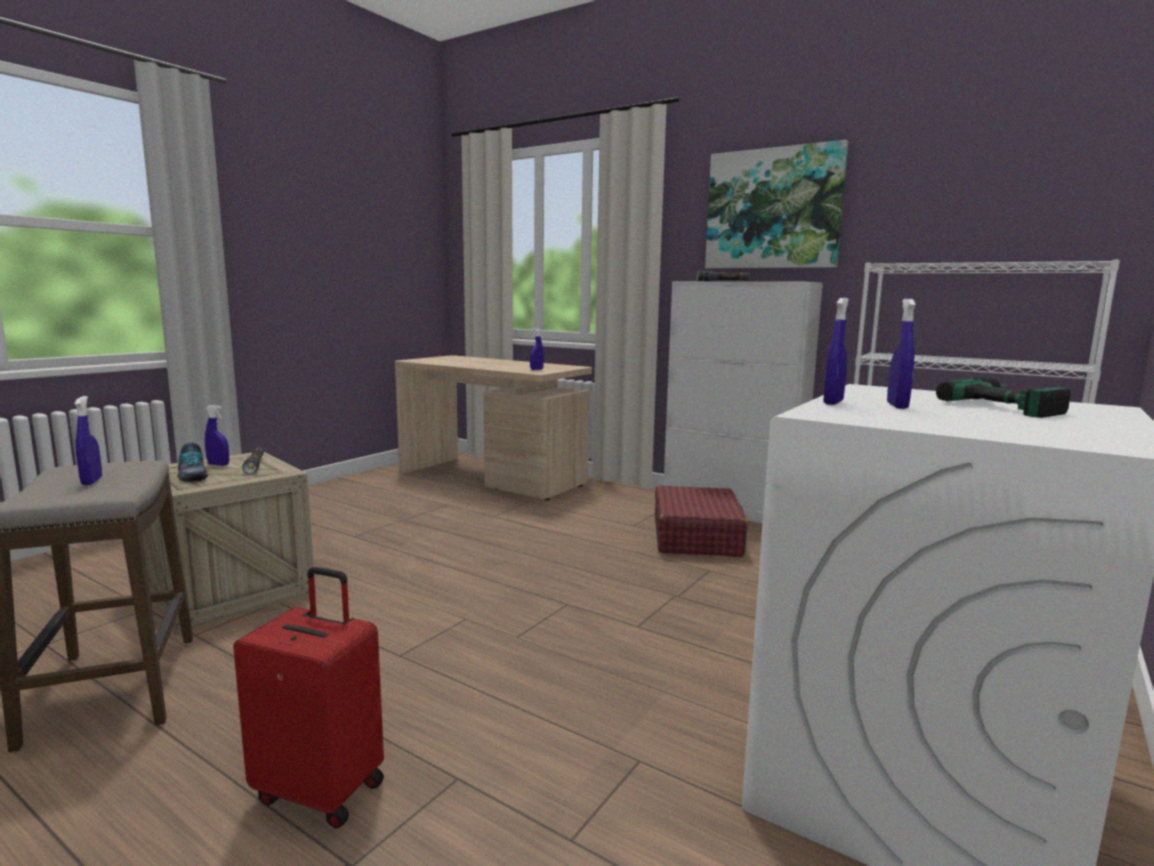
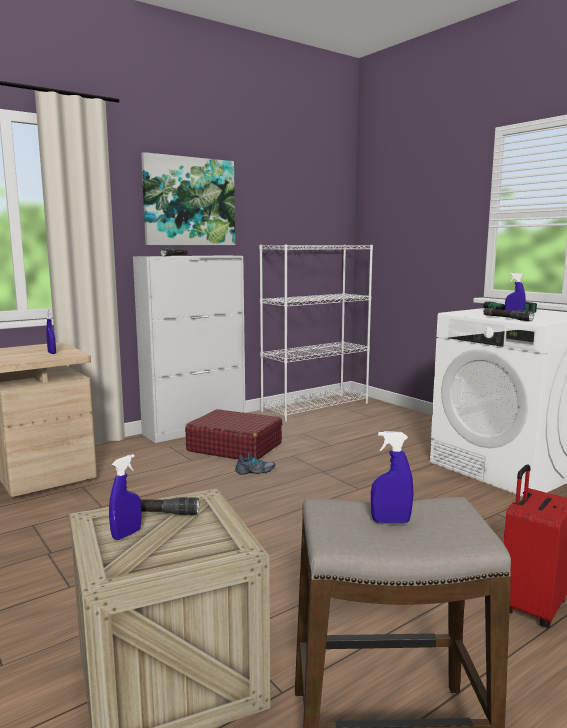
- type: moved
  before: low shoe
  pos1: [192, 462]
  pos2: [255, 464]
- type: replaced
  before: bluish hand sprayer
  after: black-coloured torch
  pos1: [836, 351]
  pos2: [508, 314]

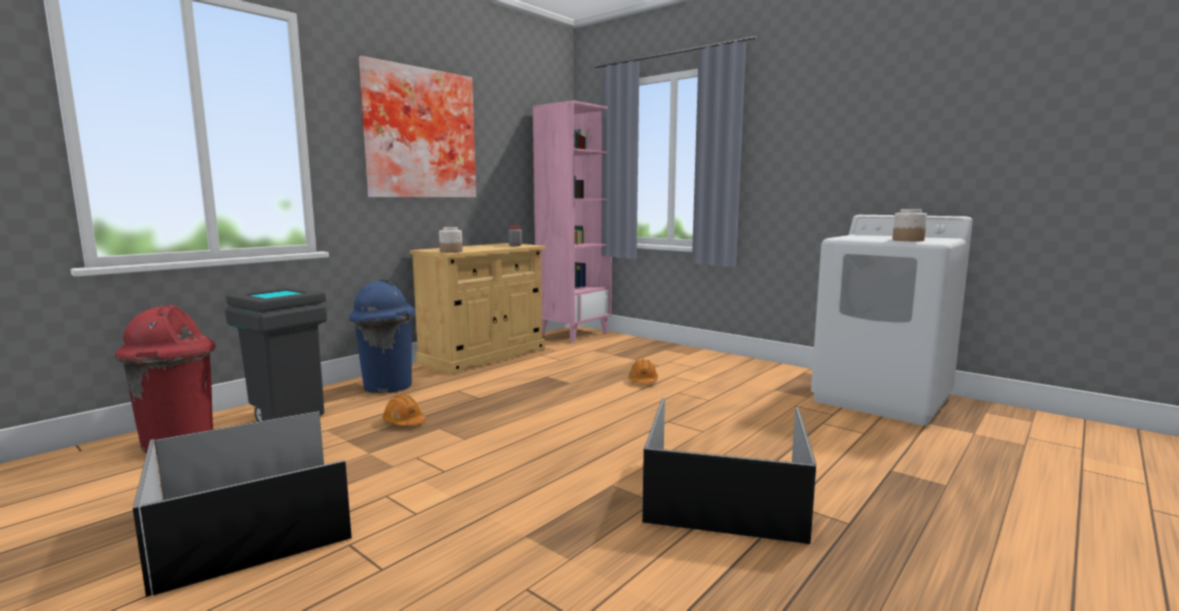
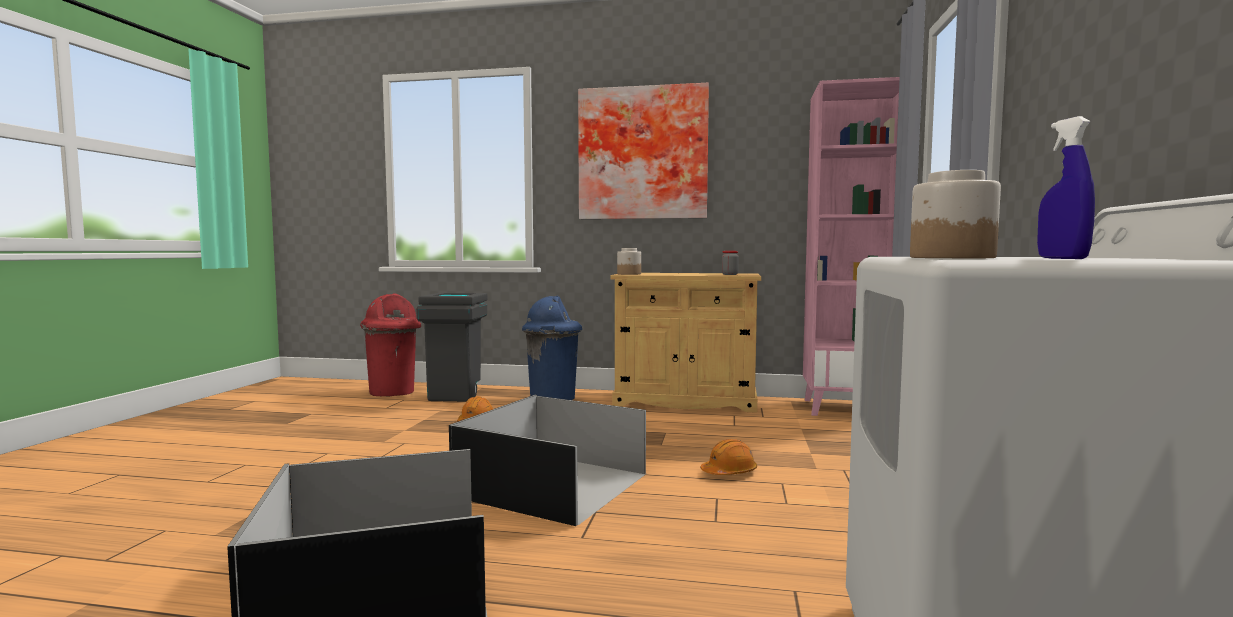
- type: moved
  before: black-coloured storage container
  pos1: [243, 504]
  pos2: [548, 460]
- type: added
  after: bluish hand sprayer
  pos2: [1066, 187]

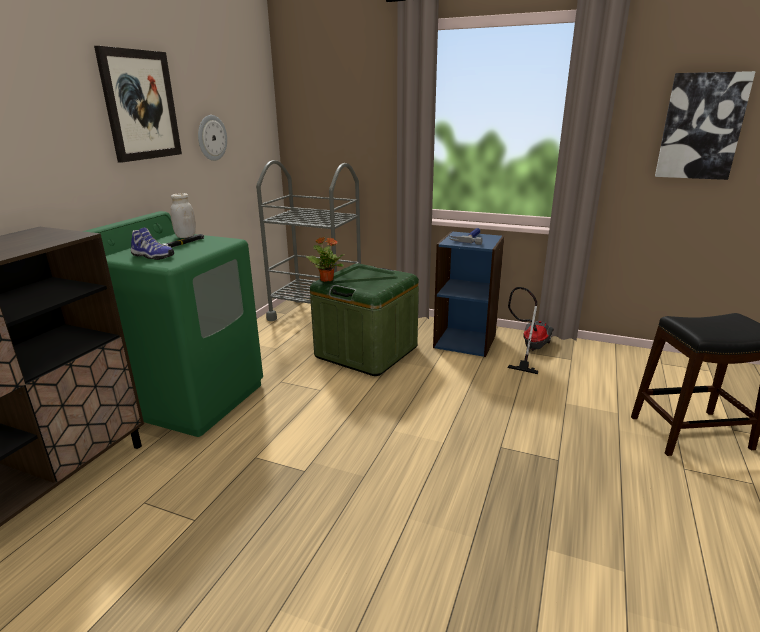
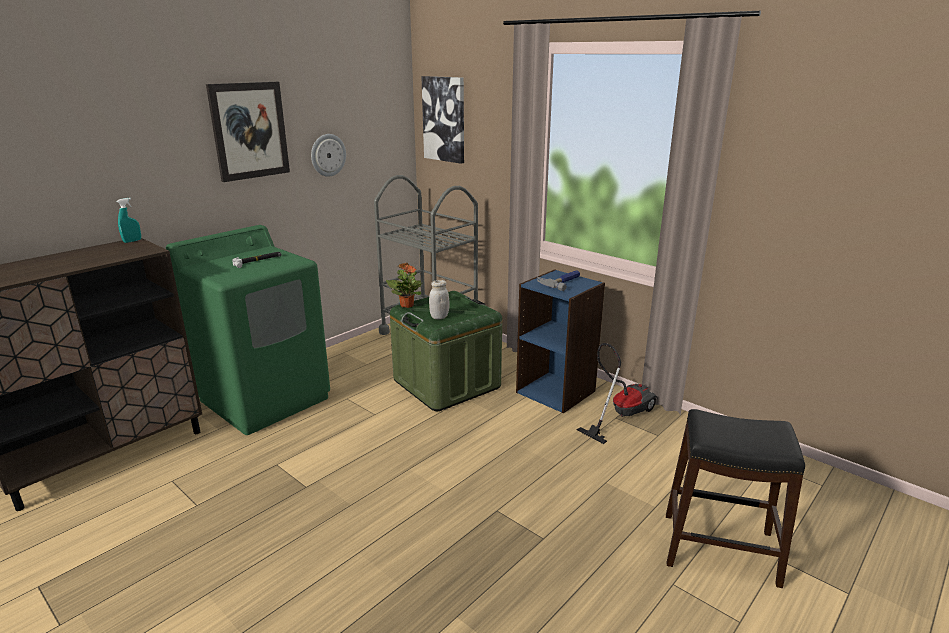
- type: added
  after: blue-green hand sprayer
  pos2: [129, 220]
- type: moved
  before: picture
  pos1: [705, 125]
  pos2: [442, 120]
- type: moved
  before: white preserve jar
  pos1: [183, 215]
  pos2: [439, 299]
- type: removed
  before: low shoe
  pos1: [152, 243]

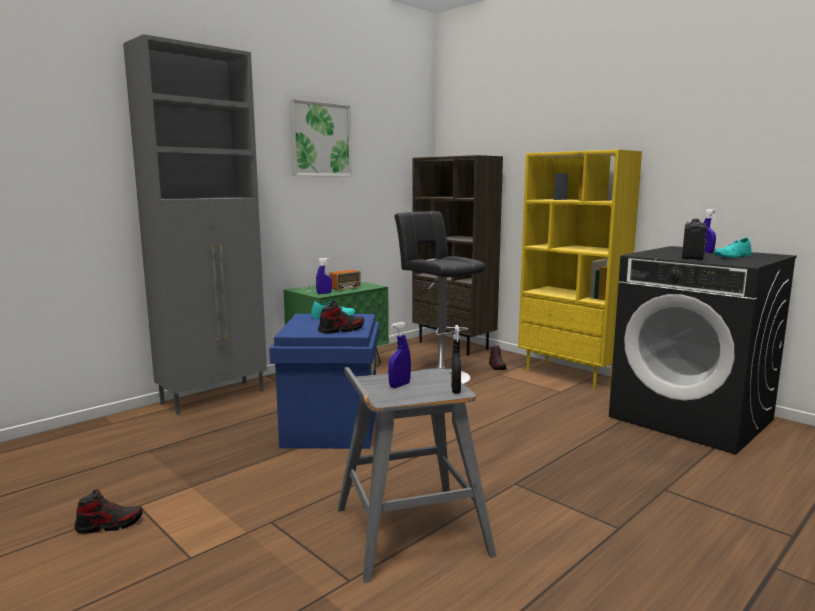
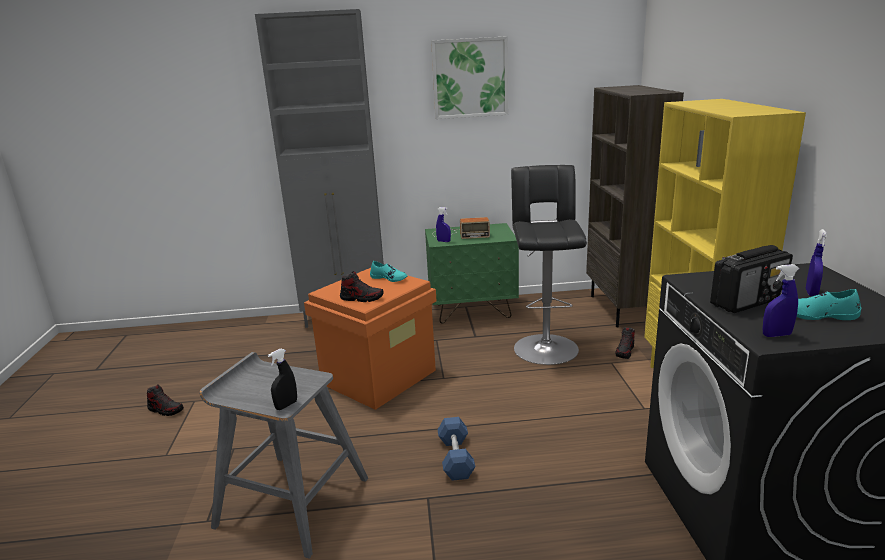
- type: recoloured
  before: bluish storage container
  after: orange-coloured storage container
  pos1: [324, 381]
  pos2: [370, 339]
- type: added
  after: bluish hand weight
  pos2: [456, 449]
- type: moved
  before: bluish hand sprayer
  pos1: [399, 355]
  pos2: [781, 300]

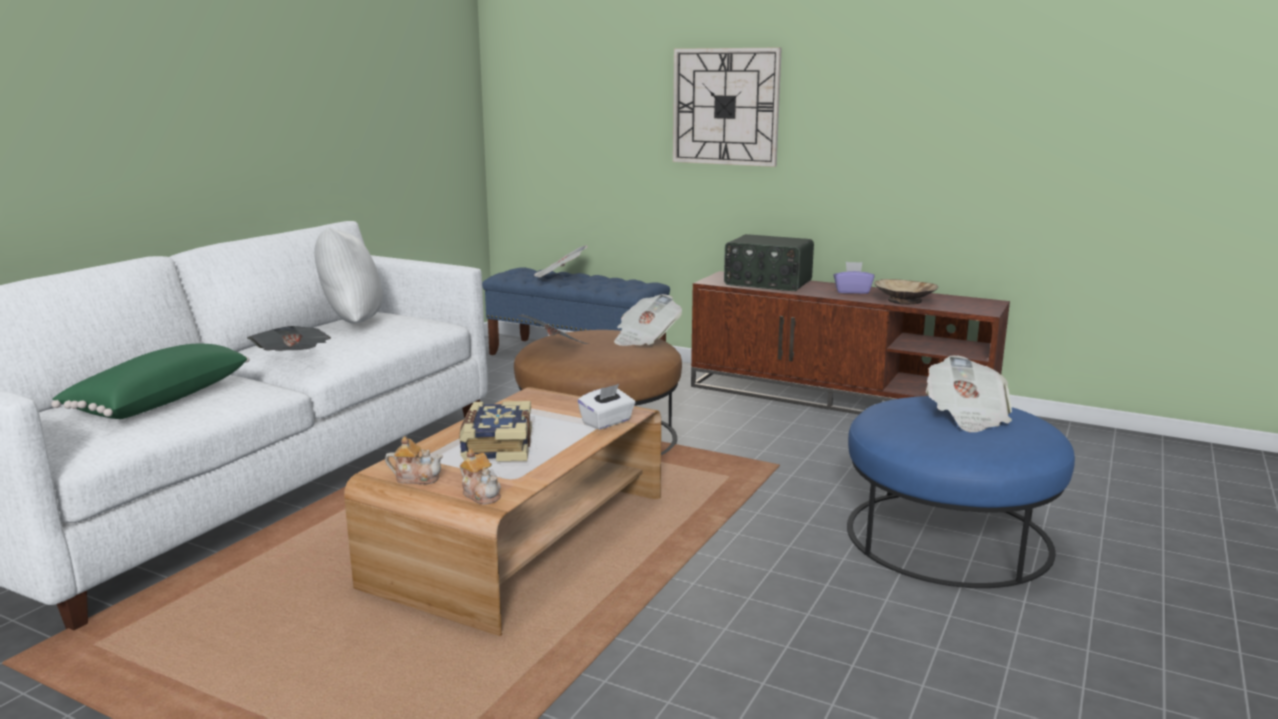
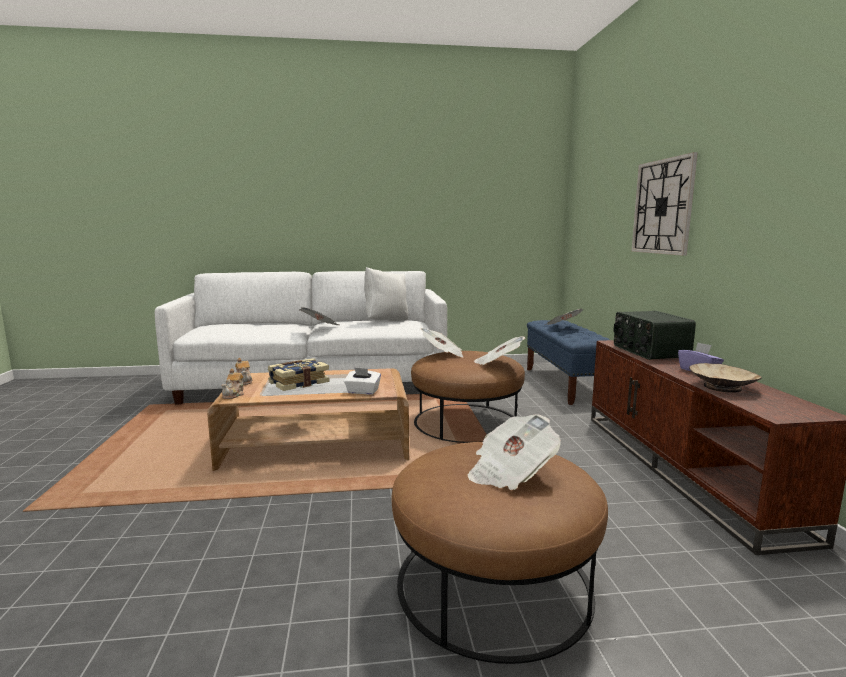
- type: recoloured
  before: bluish footrest
  after: brown-coloured footrest
  pos1: [961, 492]
  pos2: [500, 553]
- type: removed
  before: greenish throw pillow
  pos1: [150, 381]

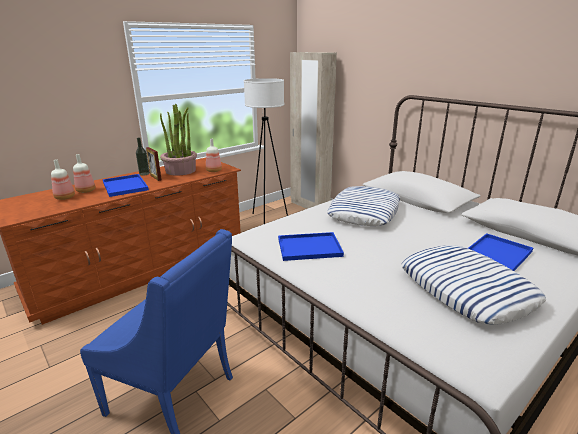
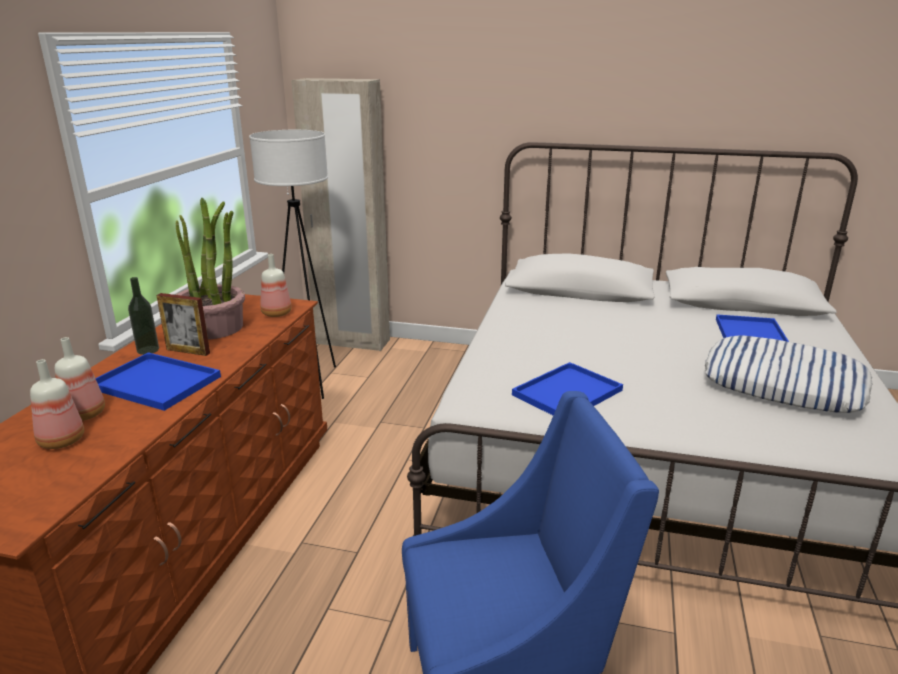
- type: removed
  before: throw pillow
  pos1: [363, 206]

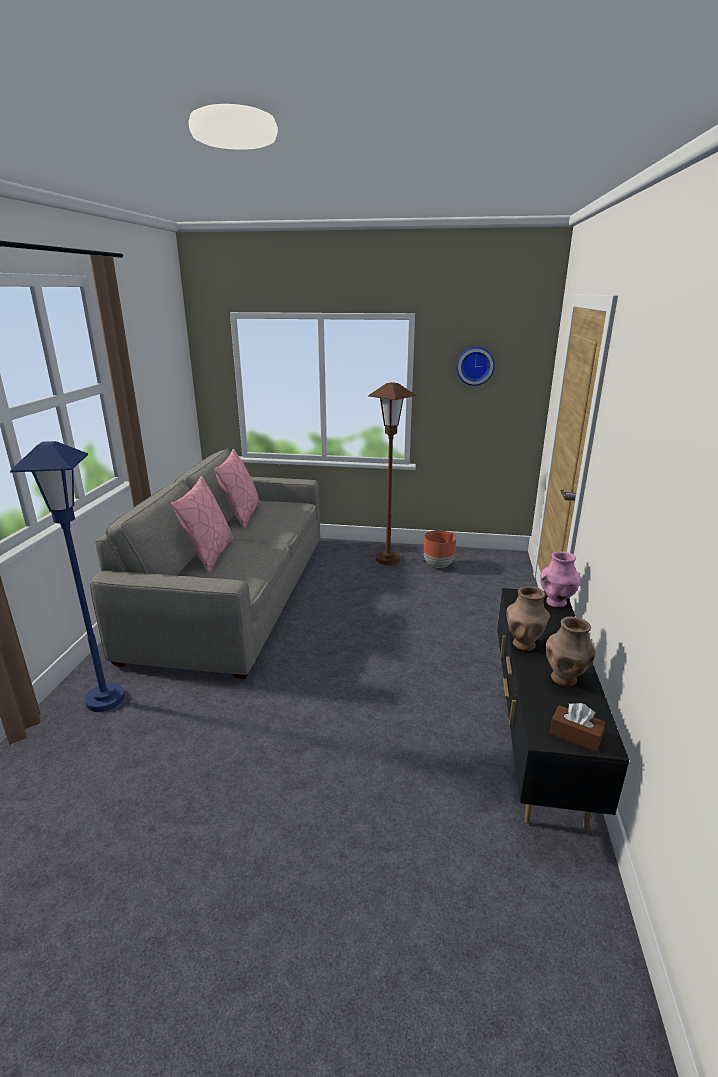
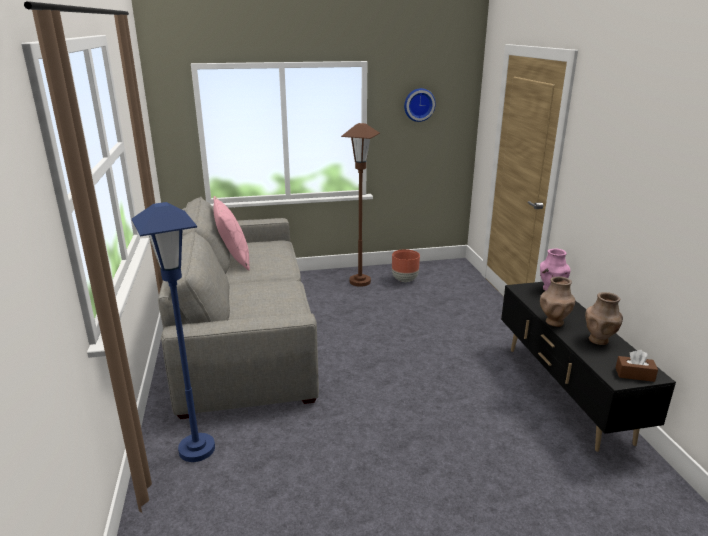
- type: removed
  before: pink throw pillow
  pos1: [202, 524]

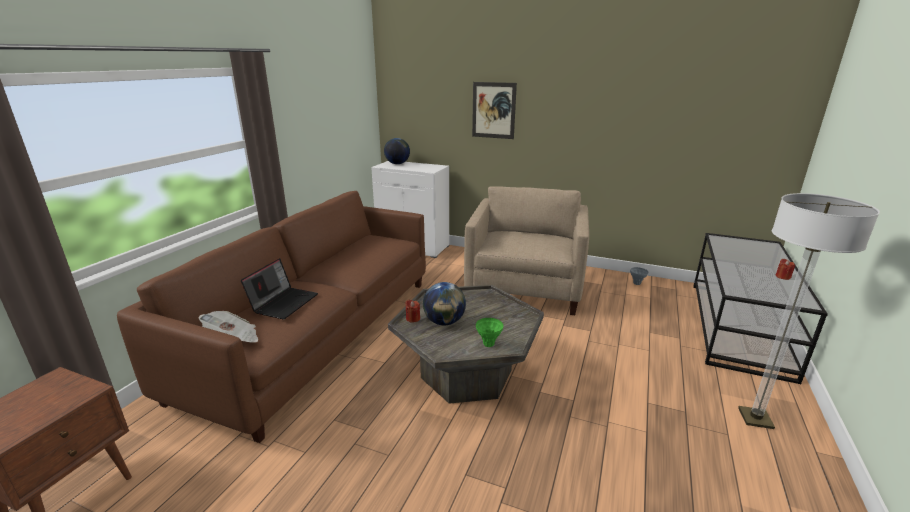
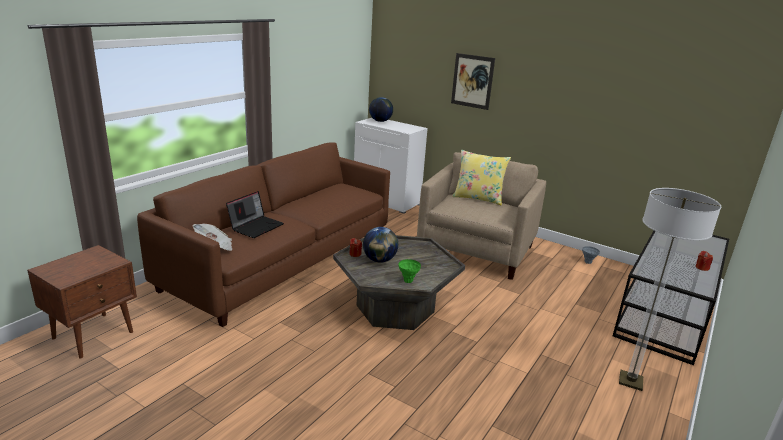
- type: added
  after: yellowish throw pillow
  pos2: [481, 178]

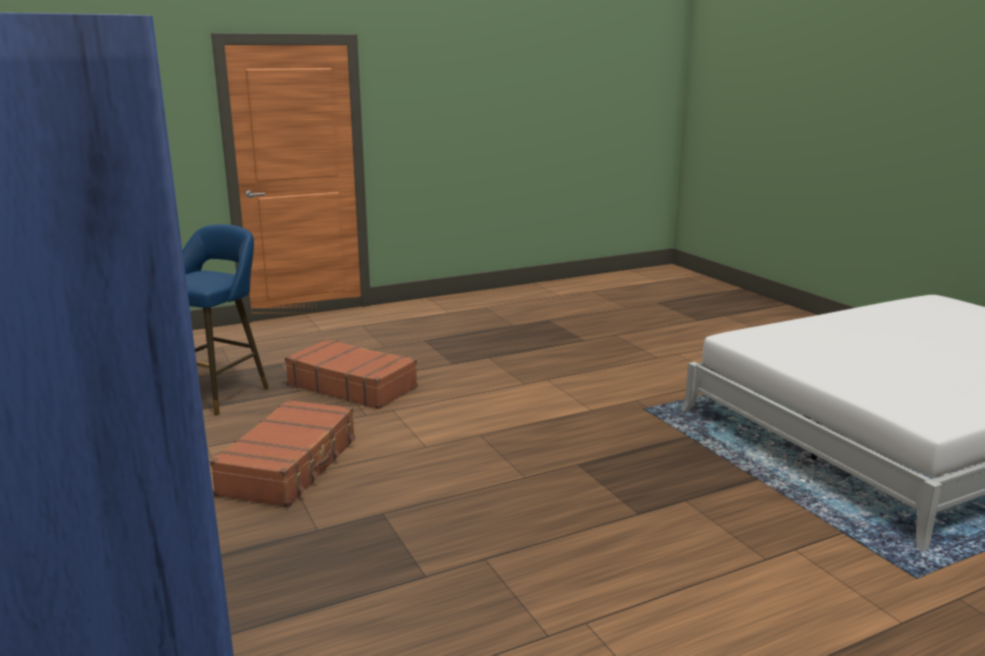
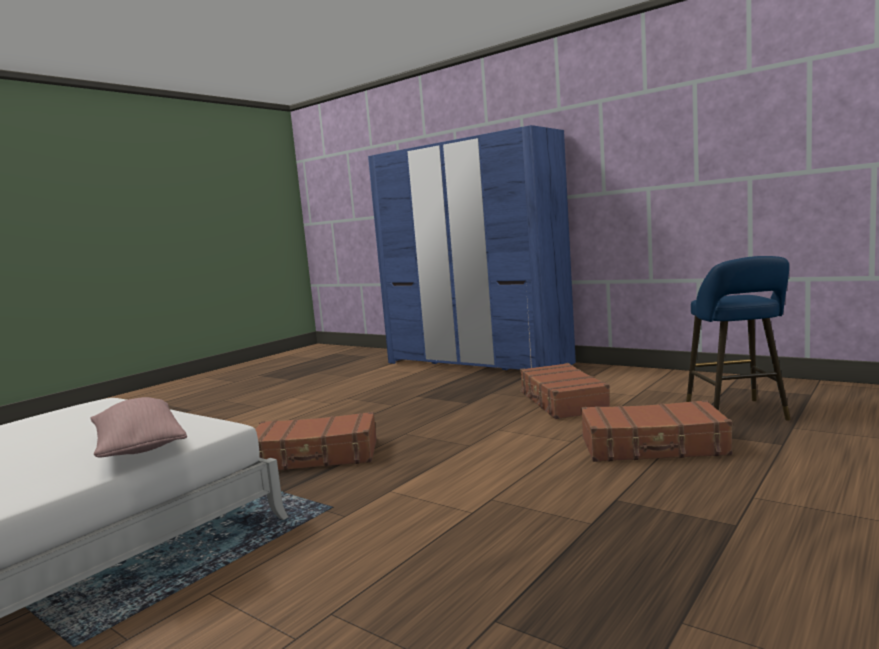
- type: added
  after: pink throw pillow
  pos2: [138, 427]
- type: added
  after: brown-coloured suitcase
  pos2: [316, 441]

